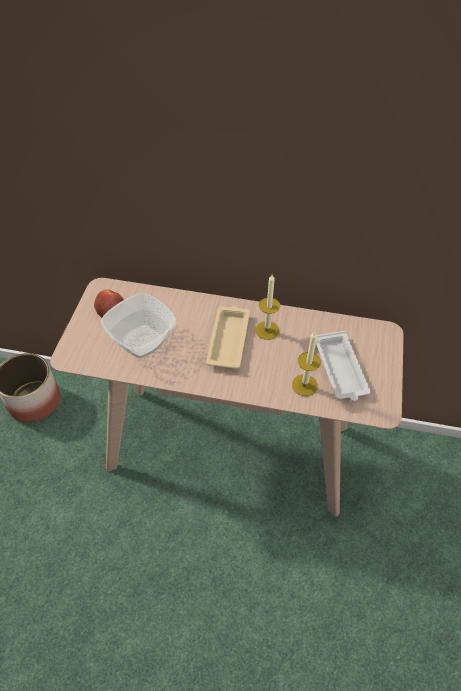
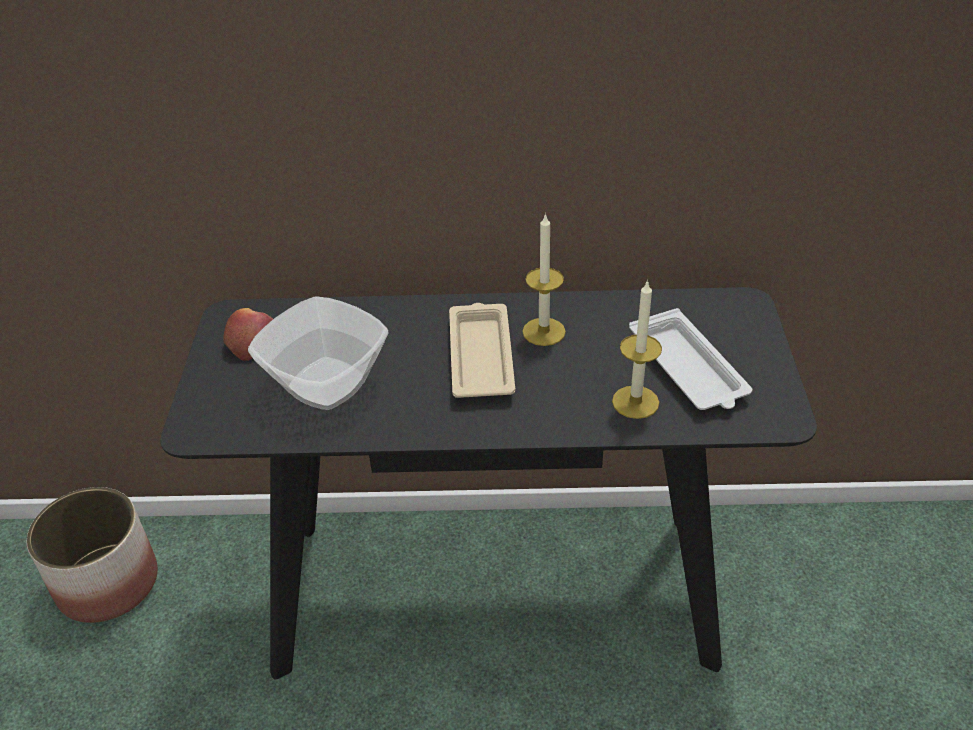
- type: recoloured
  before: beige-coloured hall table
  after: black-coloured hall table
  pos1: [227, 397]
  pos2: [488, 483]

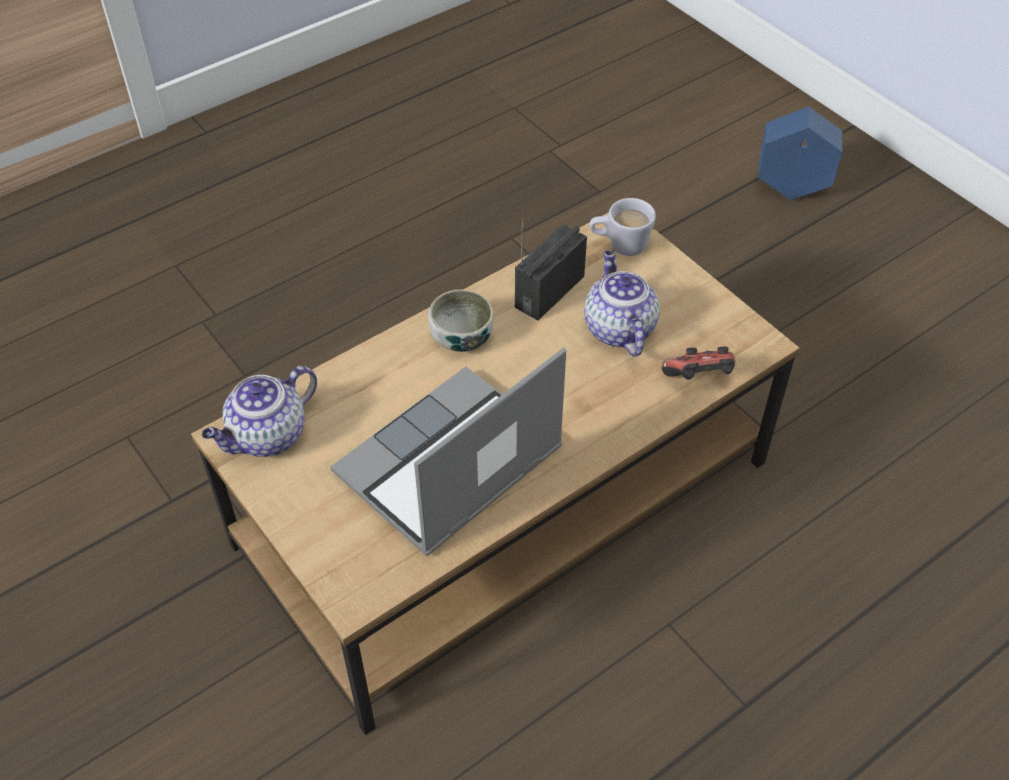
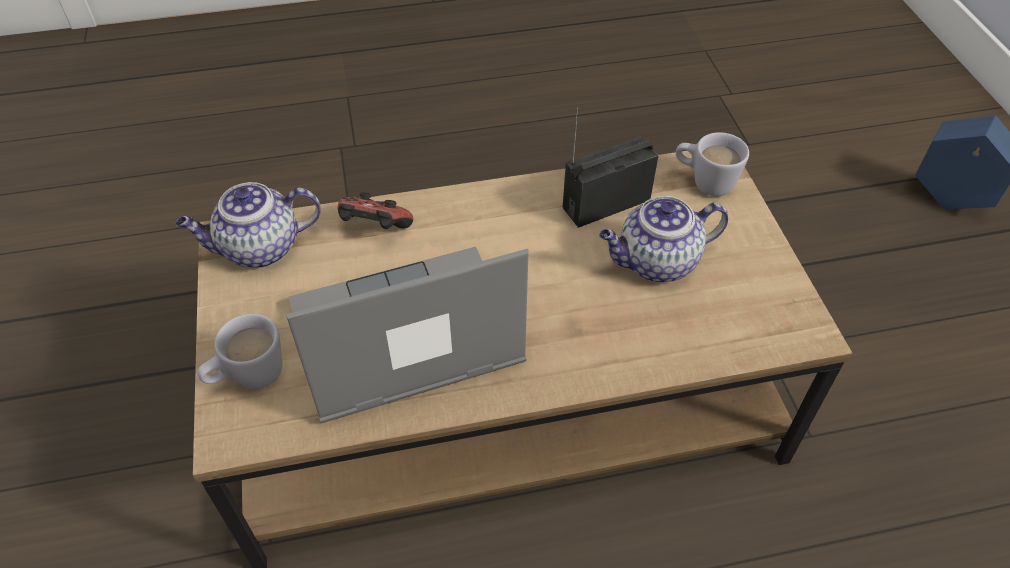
- type: added
  after: white coffee mug
  pos2: [239, 351]
- type: moved
  before: gamepad
  pos1: [698, 363]
  pos2: [375, 210]
- type: turned
  before: pot for tea
  pos1: [622, 303]
  pos2: [663, 239]
  turn: -120
- type: removed
  before: bowl
  pos1: [461, 320]

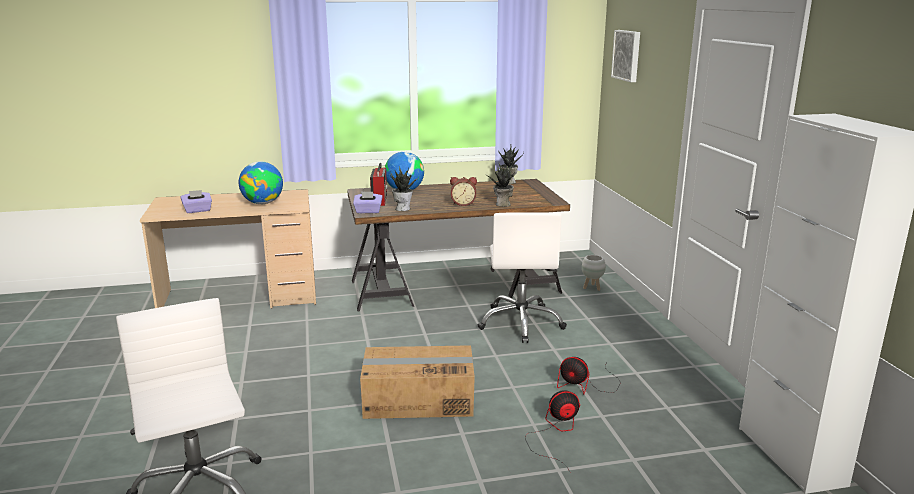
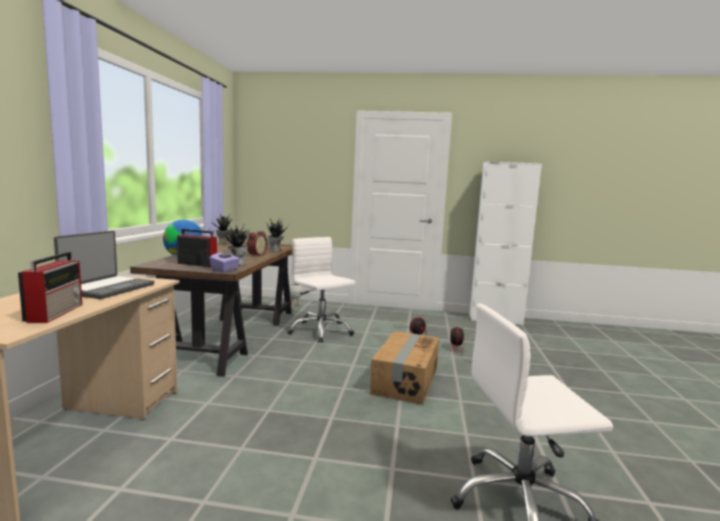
- type: replaced
  before: purplish box of tissues
  after: radio receiver
  pos1: [196, 201]
  pos2: [50, 287]
- type: replaced
  before: desk globe
  after: laptop
  pos1: [261, 182]
  pos2: [104, 265]
- type: turned
  before: white computer chair
  pos1: [522, 277]
  pos2: [321, 290]
  turn: -150
- type: removed
  before: picture
  pos1: [625, 56]

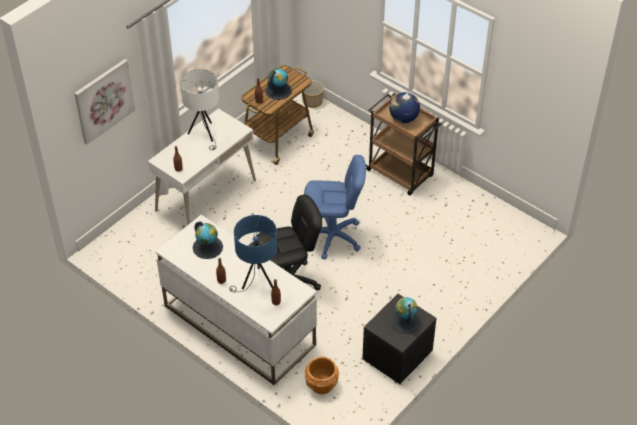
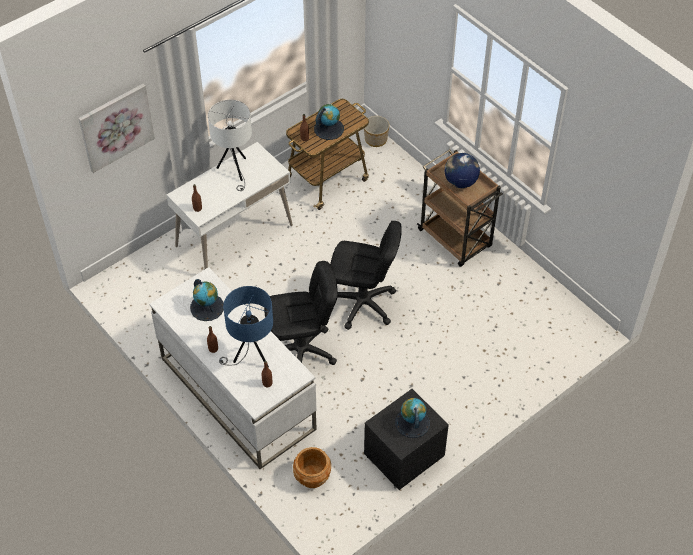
- type: recoloured
  before: bluish computer chair
  after: black-coloured computer chair
  pos1: [335, 207]
  pos2: [366, 275]

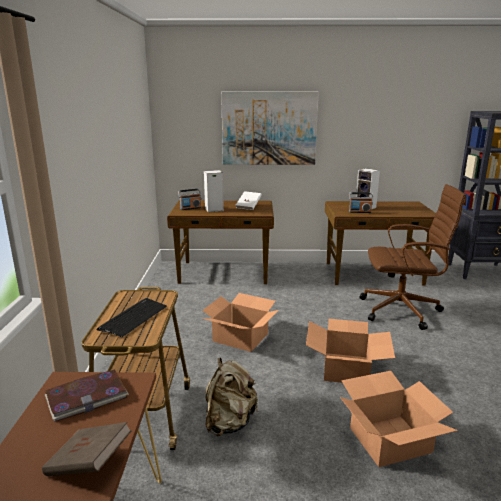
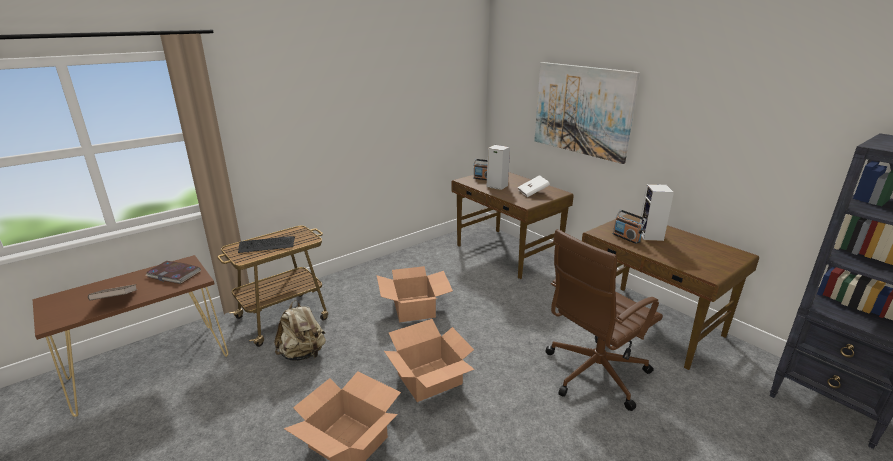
- type: turned
  before: brown-coloured computer chair
  pos1: [413, 257]
  pos2: [604, 320]
  turn: 90

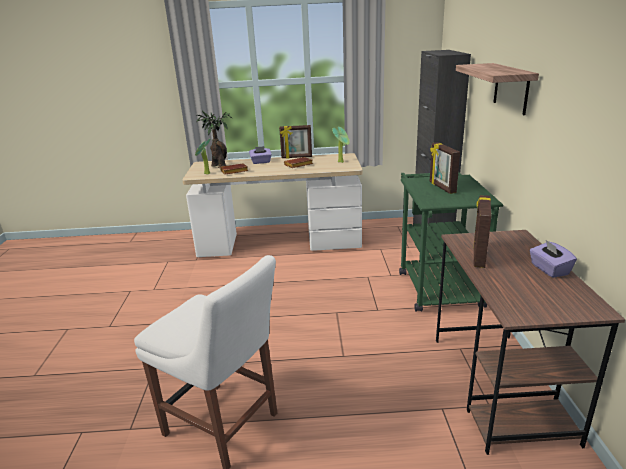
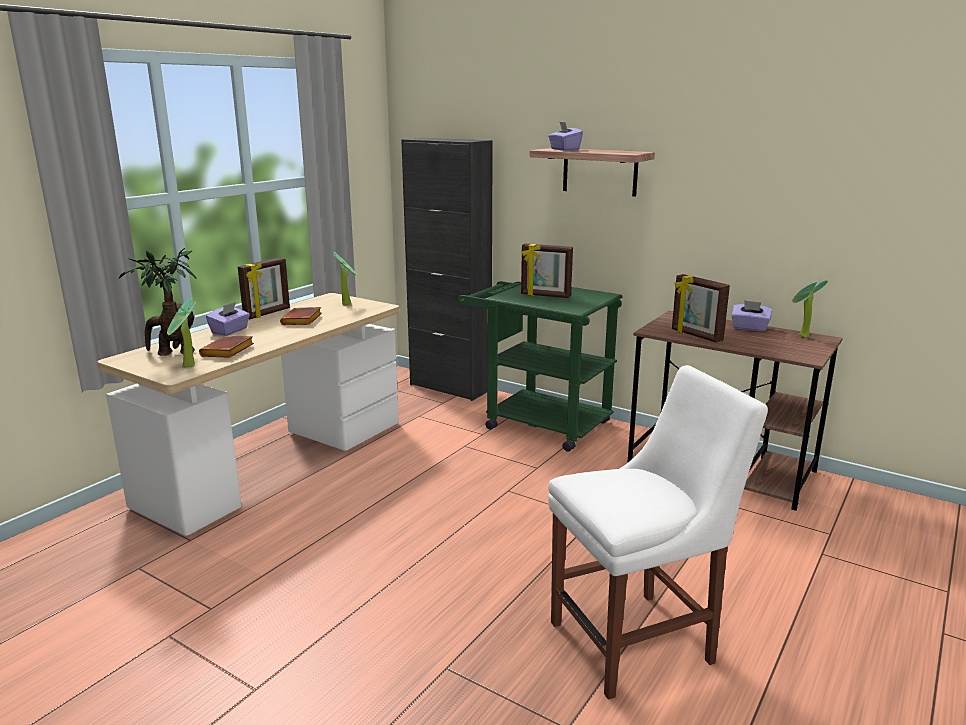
- type: added
  after: purplish box of tissues
  pos2: [565, 136]
- type: added
  after: plant in a pot
  pos2: [810, 309]

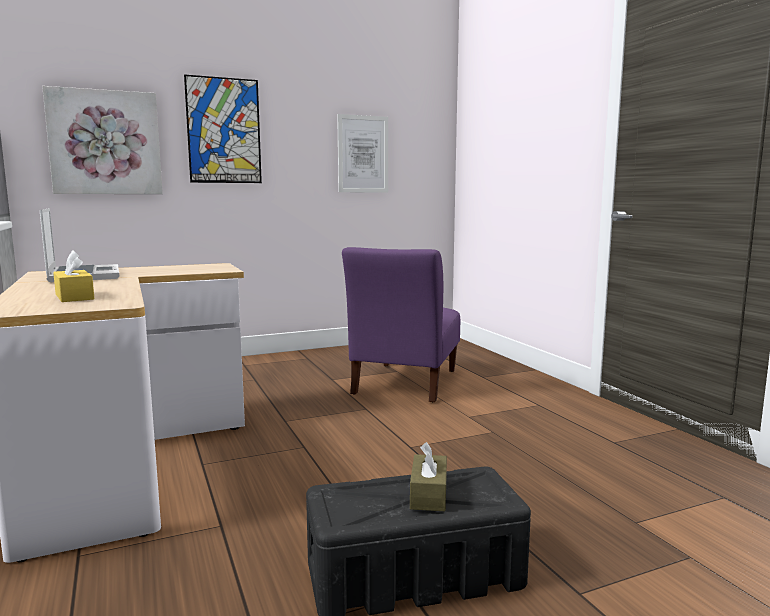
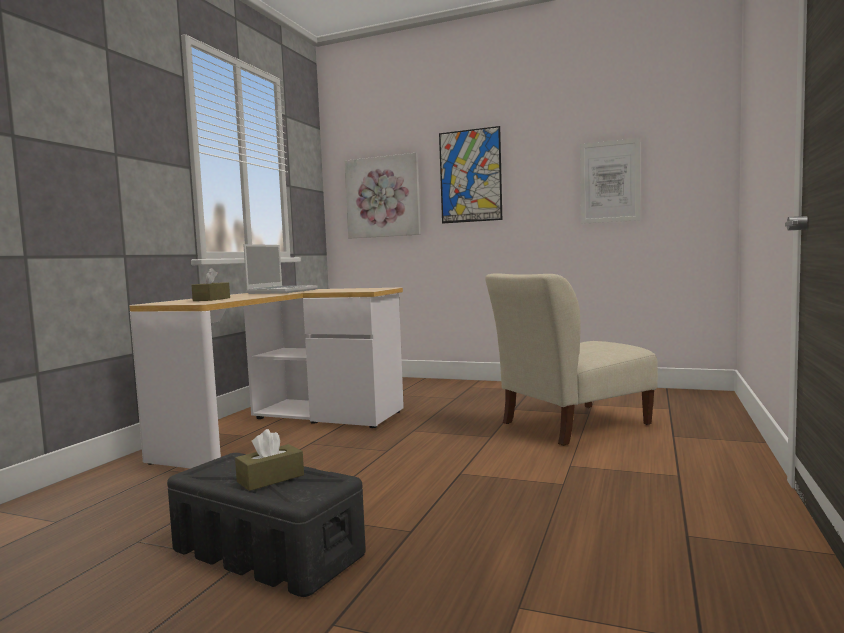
- type: recoloured
  before: yellowish box of tissues
  after: brown-coloured box of tissues
  pos1: [73, 276]
  pos2: [210, 284]
- type: recoloured
  before: purplish upright chair
  after: beige-coloured upright chair
  pos1: [401, 324]
  pos2: [571, 359]

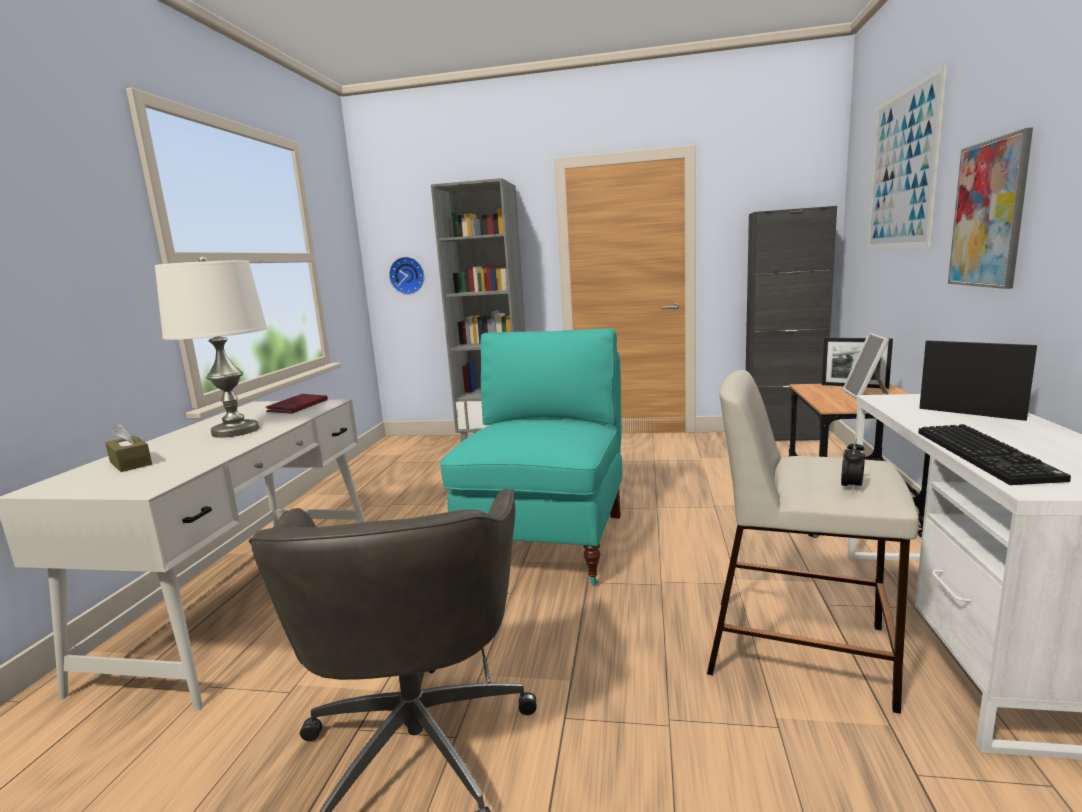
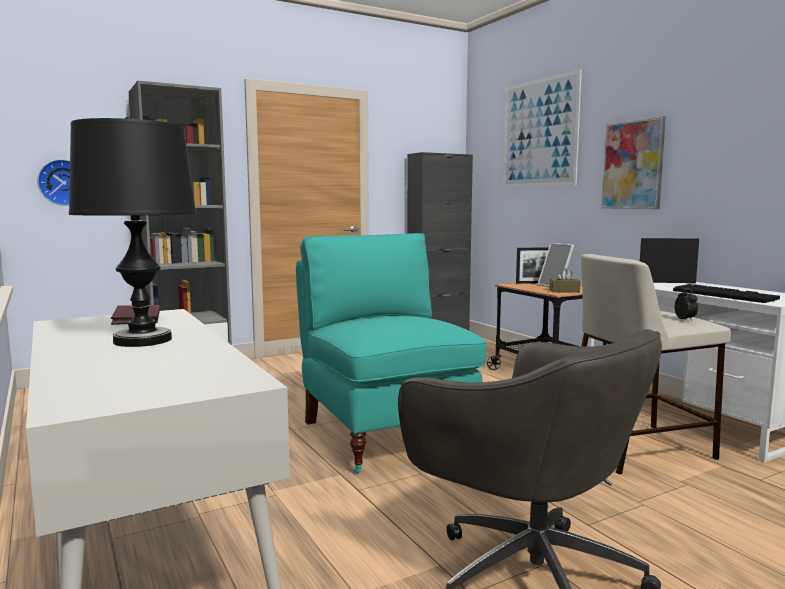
- type: recoloured
  before: white table lamp
  after: black-coloured table lamp
  pos1: [211, 347]
  pos2: [132, 231]
- type: moved
  before: brown-coloured box of tissues
  pos1: [128, 447]
  pos2: [565, 280]

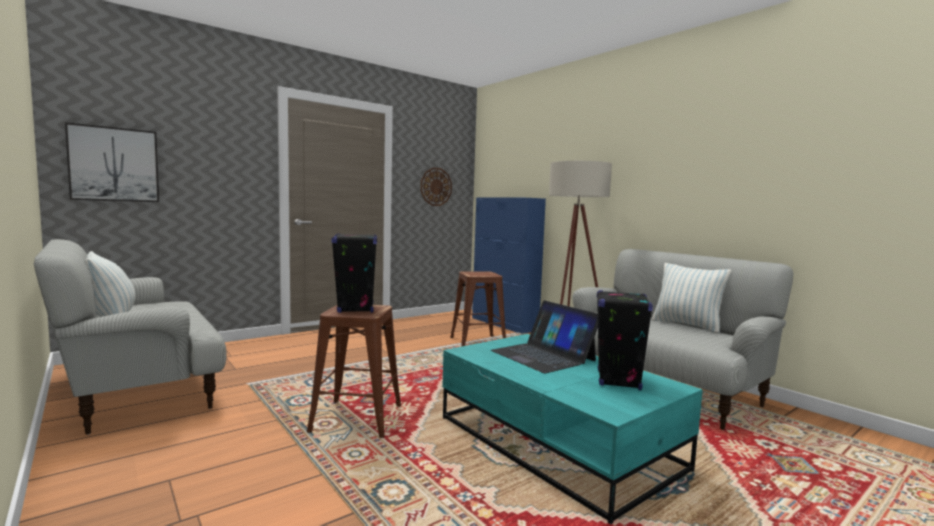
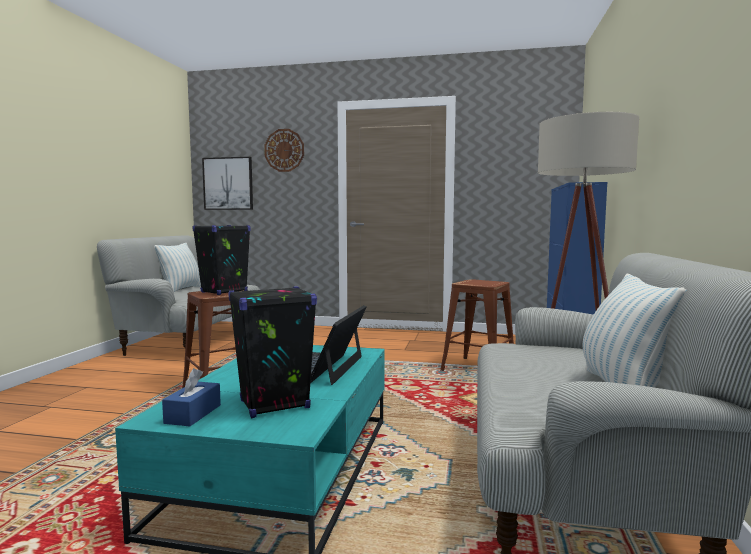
- type: added
  after: bluish box of tissues
  pos2: [191, 397]
- type: moved
  before: hanging clock
  pos1: [436, 186]
  pos2: [284, 150]

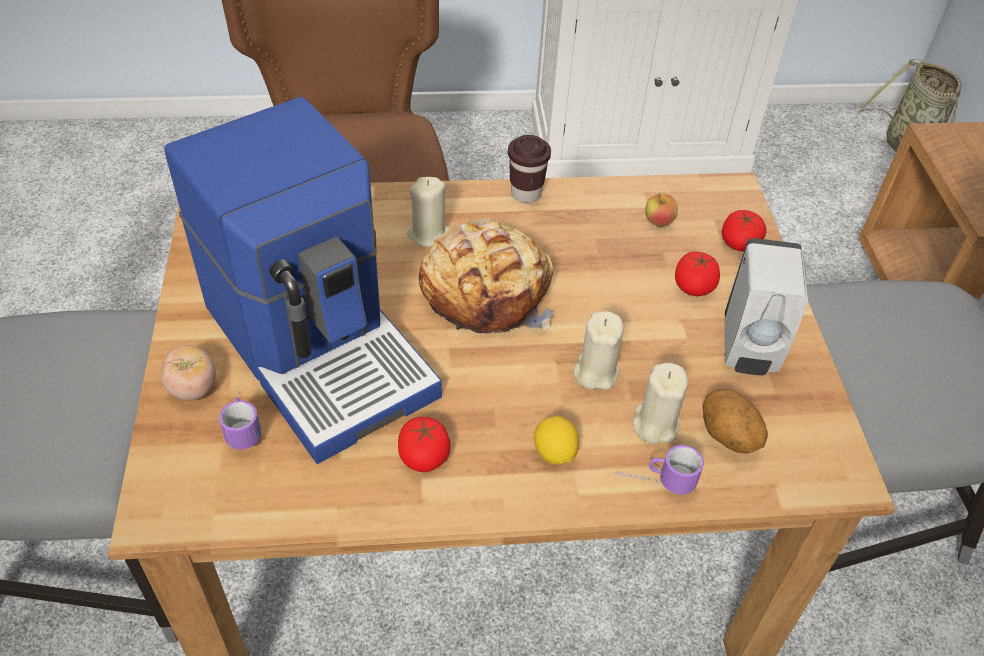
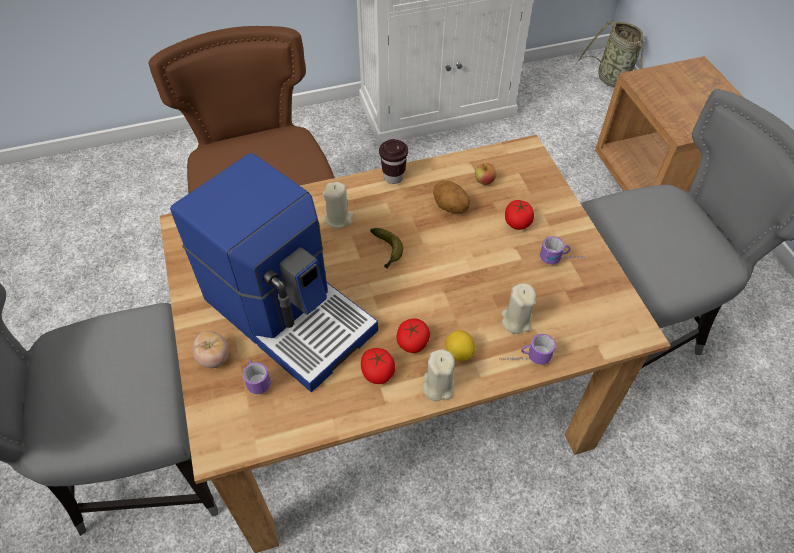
- type: replaced
  before: bread
  after: banana
  pos1: [486, 275]
  pos2: [386, 248]
- type: moved
  before: fresh tomato
  pos1: [744, 231]
  pos2: [413, 335]
- type: moved
  before: beige-coloured wax candle
  pos1: [599, 350]
  pos2: [438, 375]
- type: moved
  before: spud
  pos1: [735, 421]
  pos2: [451, 197]
- type: replaced
  before: white soap bottle
  after: coffee mug
  pos1: [766, 306]
  pos2: [562, 250]

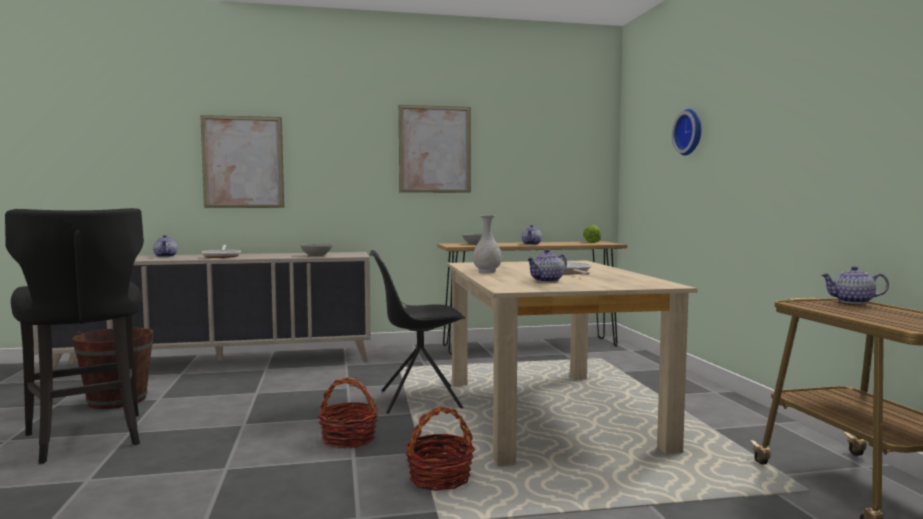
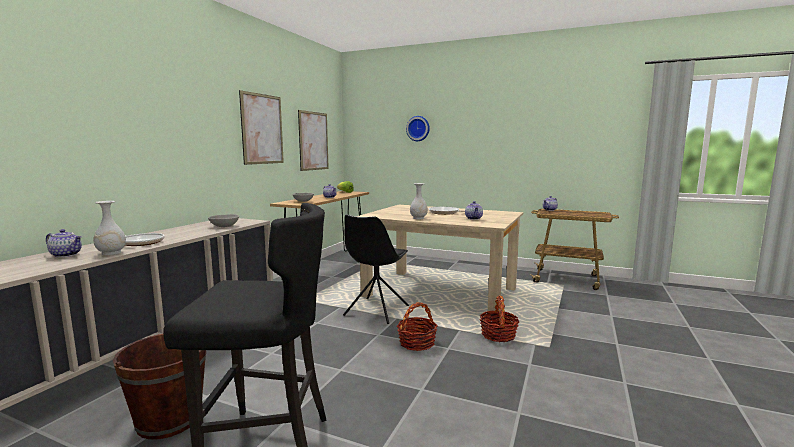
- type: added
  after: white decorative vase
  pos2: [109, 228]
- type: moved
  before: picture
  pos1: [242, 161]
  pos2: [313, 140]

